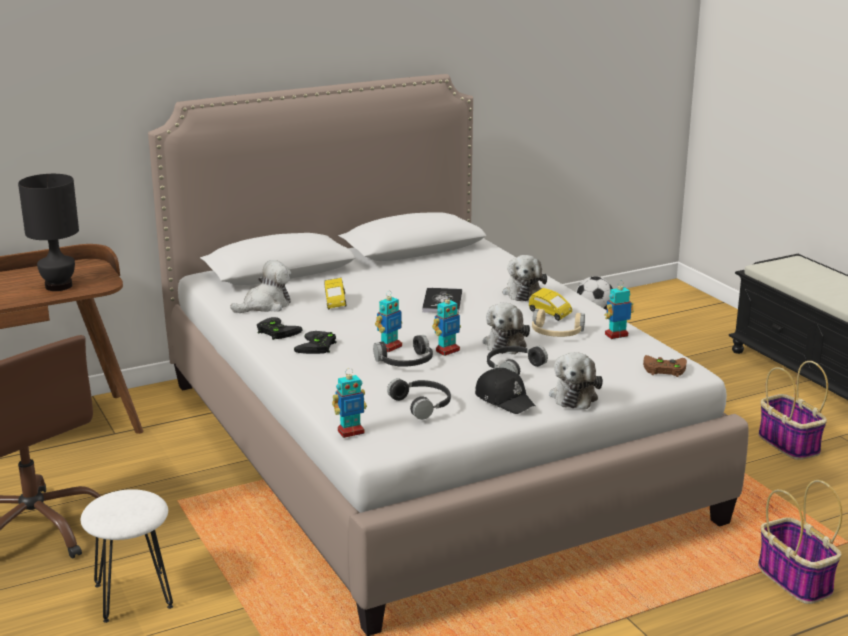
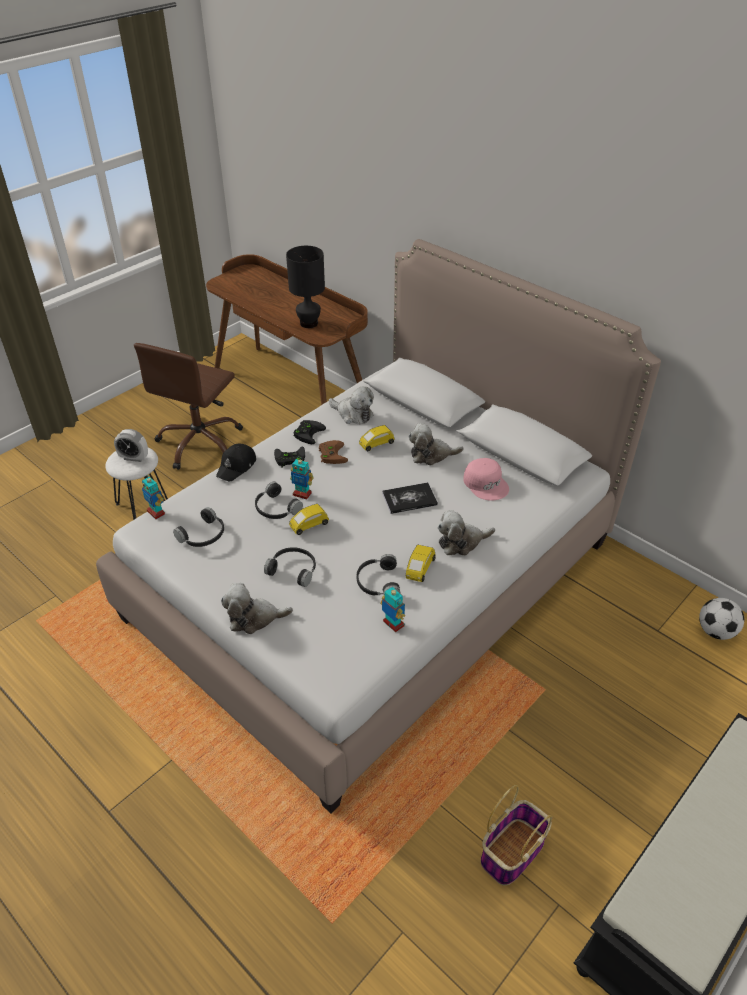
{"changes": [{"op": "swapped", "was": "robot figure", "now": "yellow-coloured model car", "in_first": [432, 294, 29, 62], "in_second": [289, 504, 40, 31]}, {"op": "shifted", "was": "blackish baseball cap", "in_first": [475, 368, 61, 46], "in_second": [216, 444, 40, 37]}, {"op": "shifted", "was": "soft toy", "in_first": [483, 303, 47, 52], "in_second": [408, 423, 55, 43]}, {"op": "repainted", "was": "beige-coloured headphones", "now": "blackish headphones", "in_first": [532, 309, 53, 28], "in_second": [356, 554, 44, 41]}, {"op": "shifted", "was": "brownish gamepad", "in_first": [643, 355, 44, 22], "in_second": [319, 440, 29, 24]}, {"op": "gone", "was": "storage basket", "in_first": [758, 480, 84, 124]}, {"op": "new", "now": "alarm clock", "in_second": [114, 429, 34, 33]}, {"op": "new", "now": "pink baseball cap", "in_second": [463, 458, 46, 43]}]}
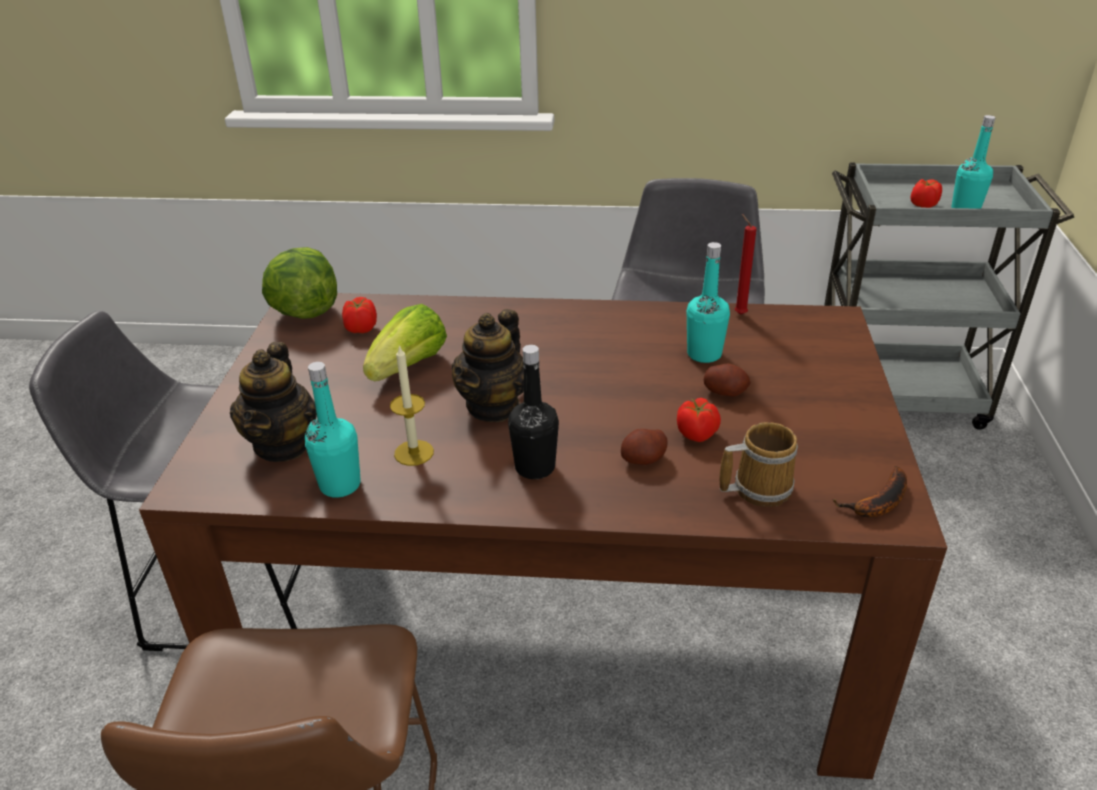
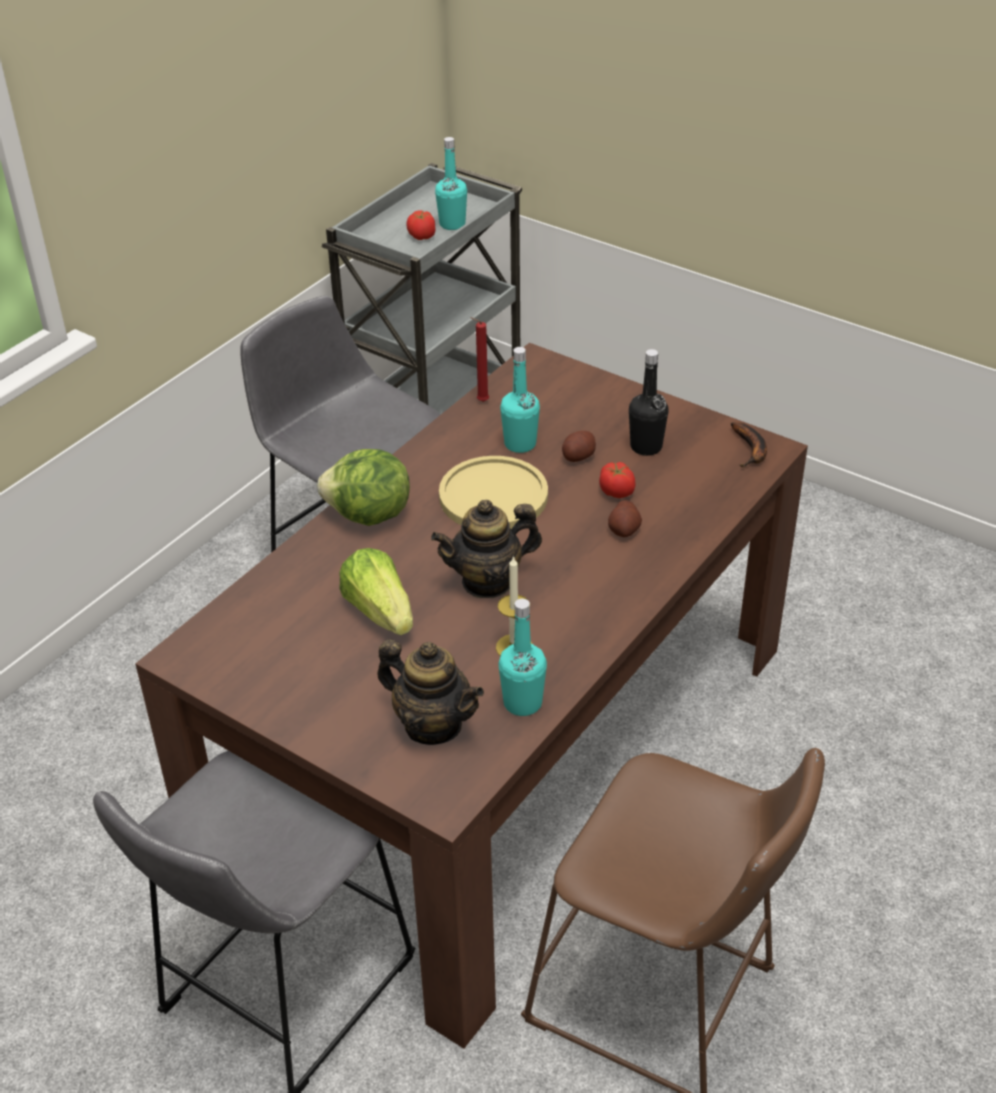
{"changes": [{"op": "shifted", "was": "lettuce", "in_first": [262, 247, 75, 72], "in_second": [317, 449, 93, 77]}, {"op": "gone", "was": "whole tomato", "in_first": [342, 297, 35, 36]}, {"op": "rotated", "was": "tea pot", "in_first": [452, 309, 72, 113], "in_second": [431, 500, 111, 98], "clockwise": 105}, {"op": "shifted", "was": "blackish bottle", "in_first": [508, 345, 51, 134], "in_second": [629, 349, 40, 107]}, {"op": "gone", "was": "tea mug", "in_first": [720, 422, 78, 85]}, {"op": "new", "now": "yellow-coloured flat dish", "in_second": [439, 456, 109, 73]}]}
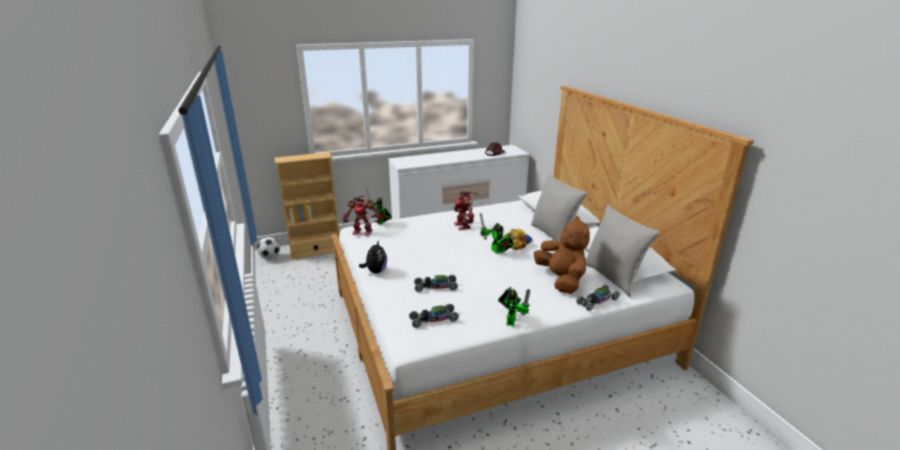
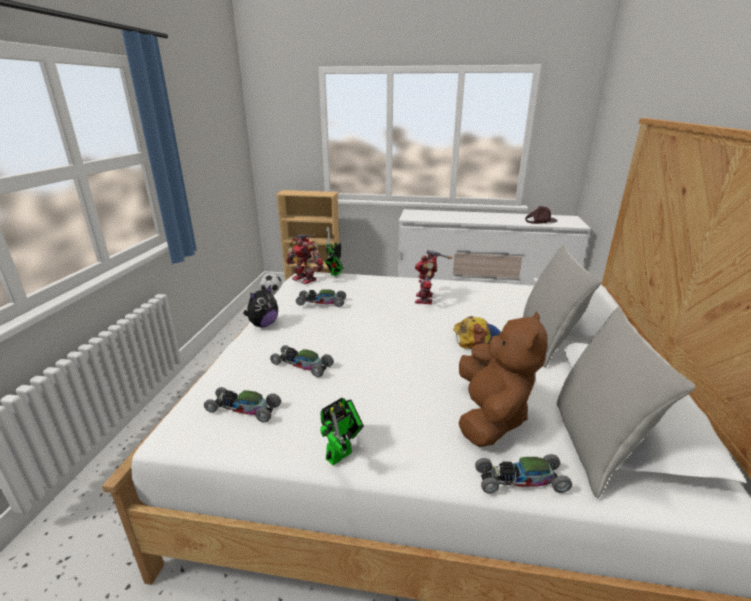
{"changes": [{"op": "gone", "was": "robot figure", "in_first": [480, 212, 34, 42]}, {"op": "new", "now": "model car", "in_second": [296, 289, 50, 18]}]}
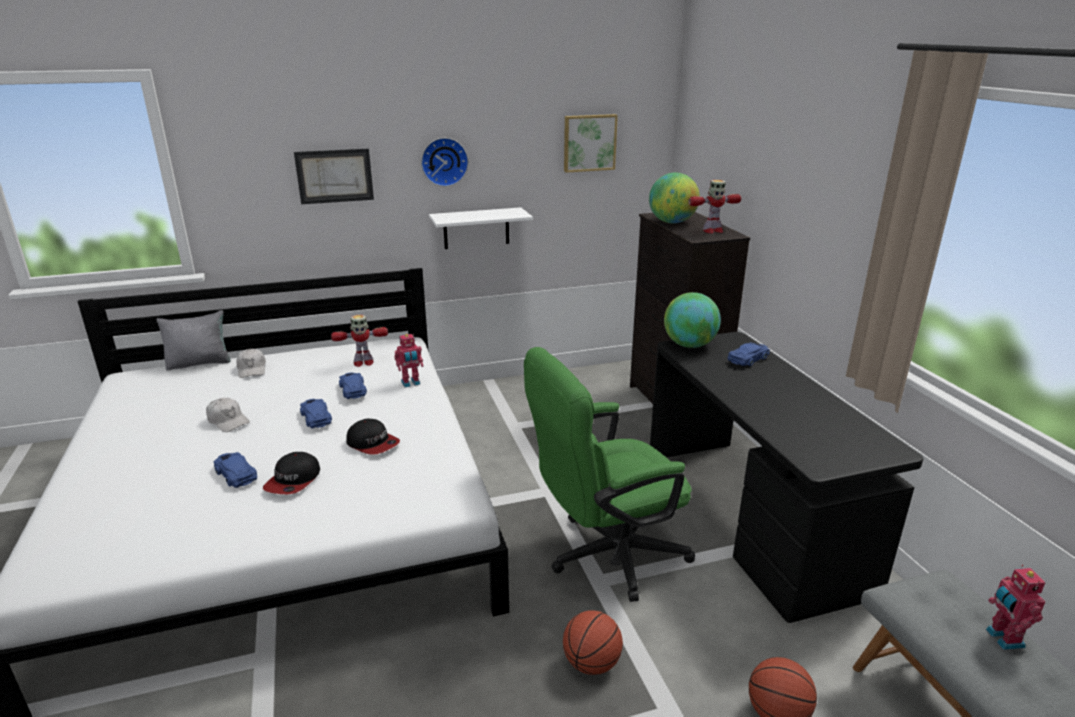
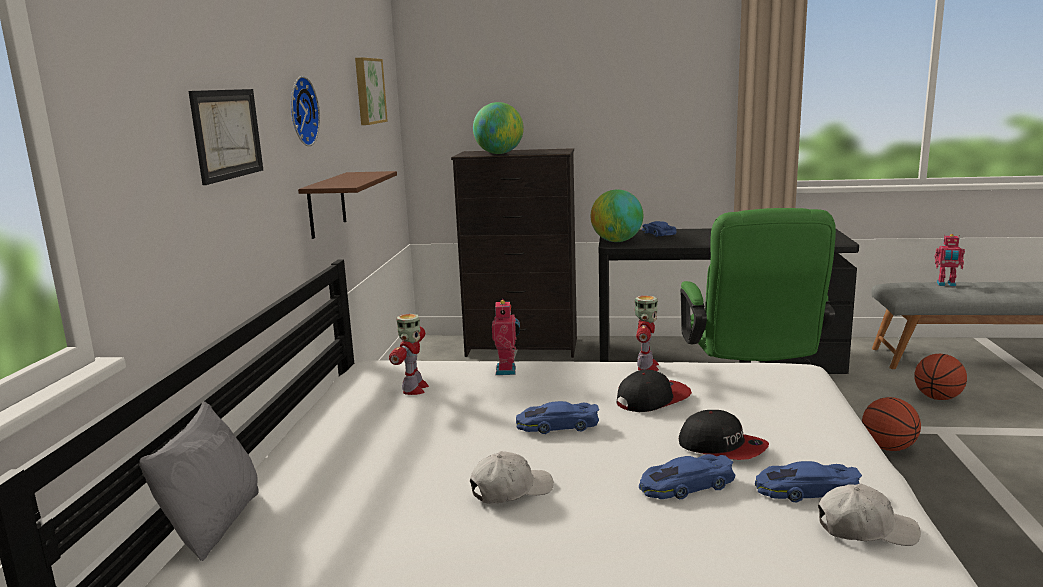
{"changes": [{"op": "shifted", "was": "whitish baseball cap", "in_first": [236, 349, 30, 29], "in_second": [818, 484, 103, 62]}, {"op": "shifted", "was": "blue-coloured model car", "in_first": [339, 373, 28, 26], "in_second": [755, 461, 107, 41]}, {"op": "repainted", "was": "whitish bracket shelf", "now": "brownish bracket shelf", "in_first": [429, 207, 104, 42], "in_second": [298, 171, 99, 68]}, {"op": "shifted", "was": "robot figure", "in_first": [688, 180, 53, 53], "in_second": [635, 295, 24, 76]}]}
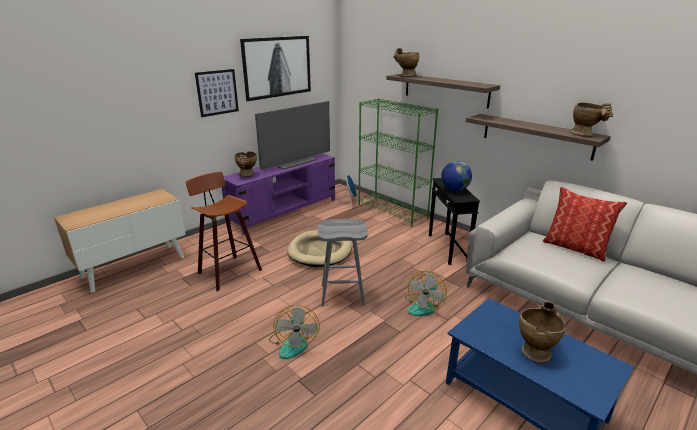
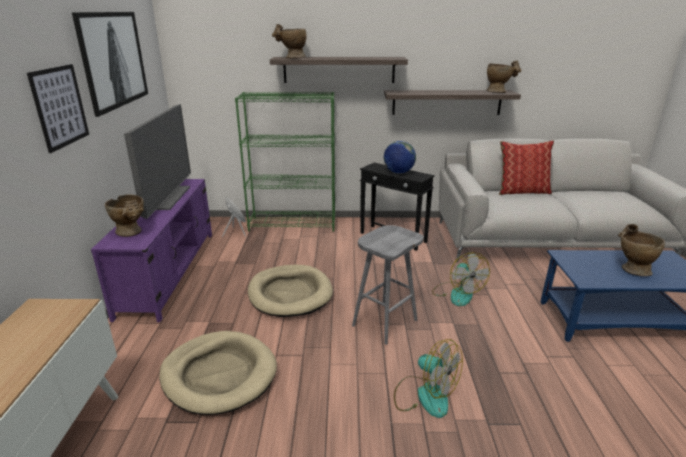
{"changes": [{"op": "swapped", "was": "stool", "now": "beige-coloured dog bed", "in_first": [186, 172, 76, 119], "in_second": [159, 331, 118, 84]}]}
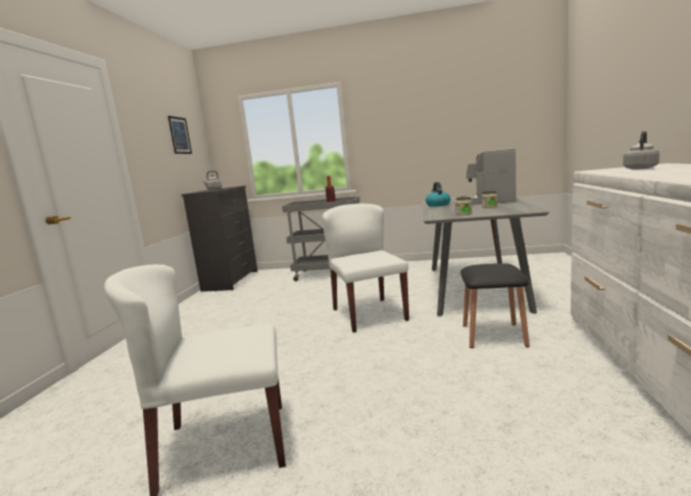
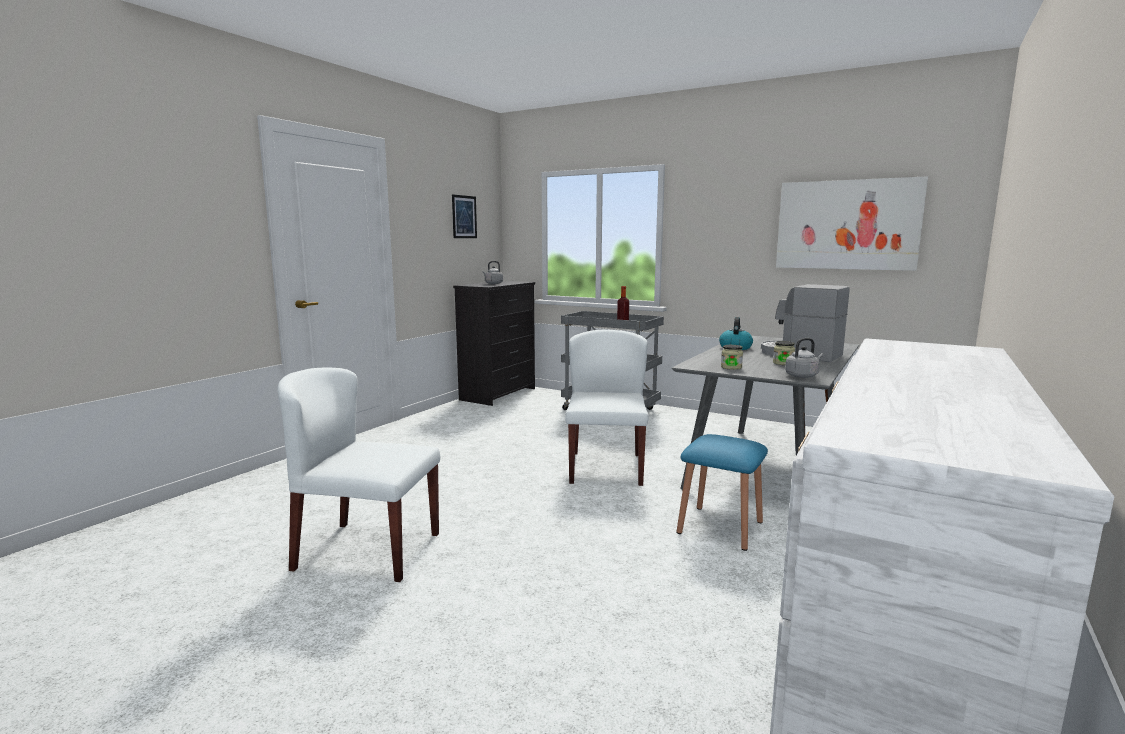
{"changes": [{"op": "repainted", "was": "blackish stool", "now": "blue-coloured stool", "in_first": [461, 263, 69, 85], "in_second": [676, 434, 92, 117]}, {"op": "shifted", "was": "gray kettle", "in_first": [623, 131, 37, 39], "in_second": [785, 338, 39, 40]}, {"op": "new", "now": "wall picture", "in_second": [776, 176, 152, 95]}]}
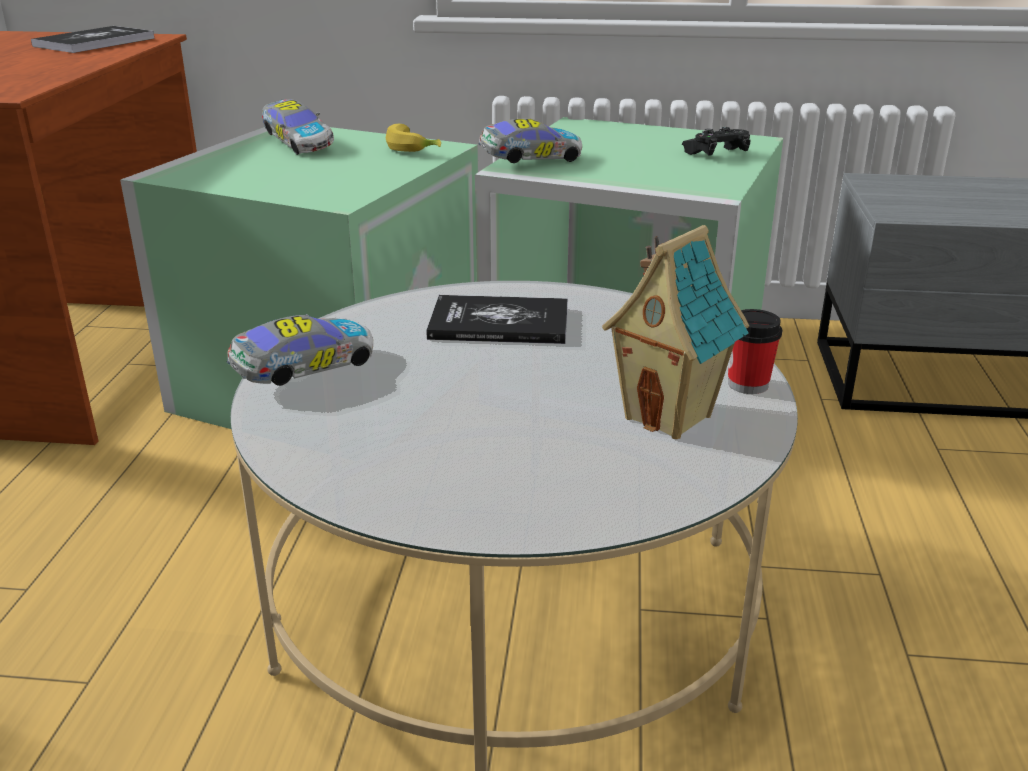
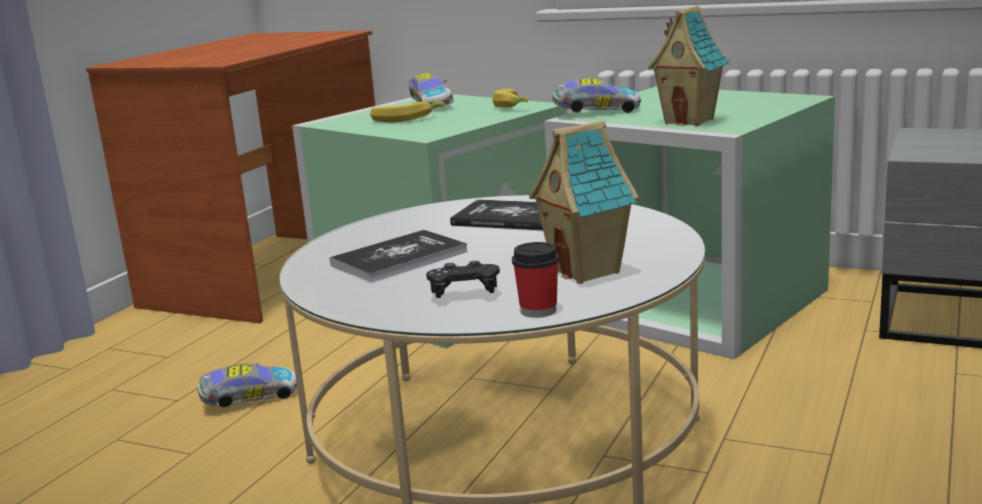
{"changes": [{"op": "shifted", "was": "bound book", "in_first": [31, 26, 124, 27], "in_second": [330, 230, 138, 52]}, {"op": "shifted", "was": "model car", "in_first": [227, 314, 146, 72], "in_second": [198, 363, 99, 45]}, {"op": "shifted", "was": "blackish gamepad", "in_first": [682, 127, 69, 28], "in_second": [426, 261, 74, 37]}, {"op": "shifted", "was": "drinking cup", "in_first": [728, 309, 54, 85], "in_second": [512, 242, 47, 76]}, {"op": "new", "now": "whole banana", "in_second": [370, 102, 75, 21]}, {"op": "new", "now": "toy house", "in_second": [648, 5, 81, 121]}]}
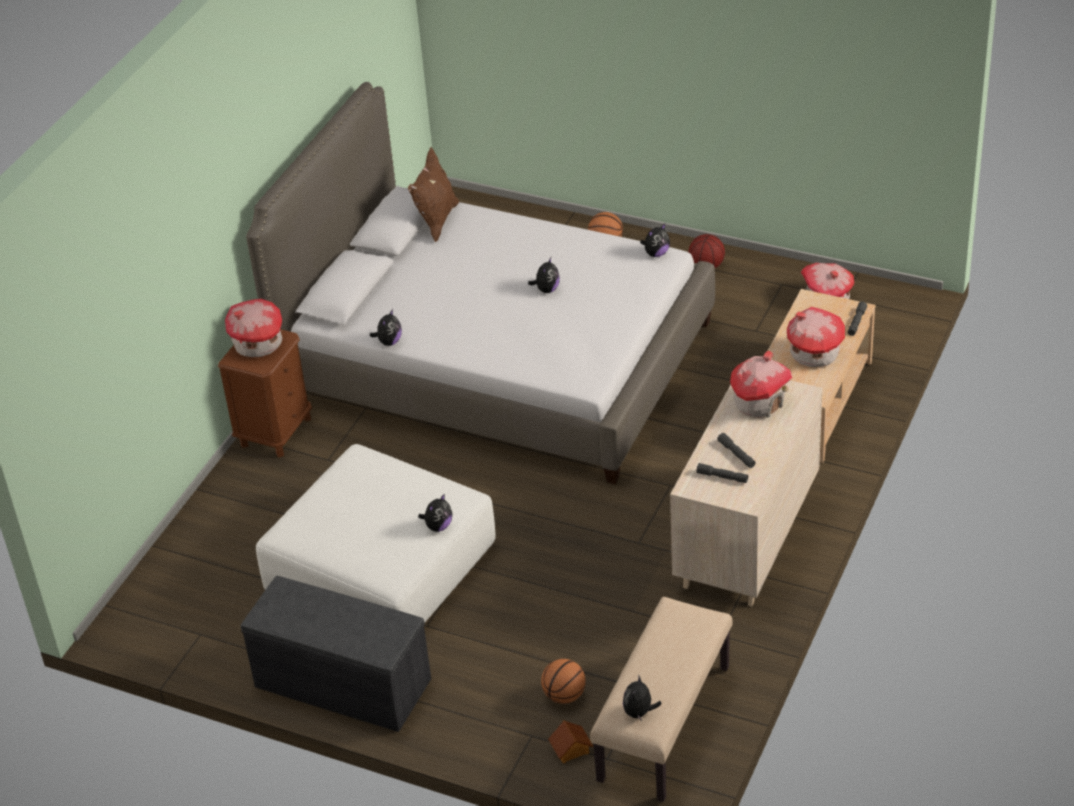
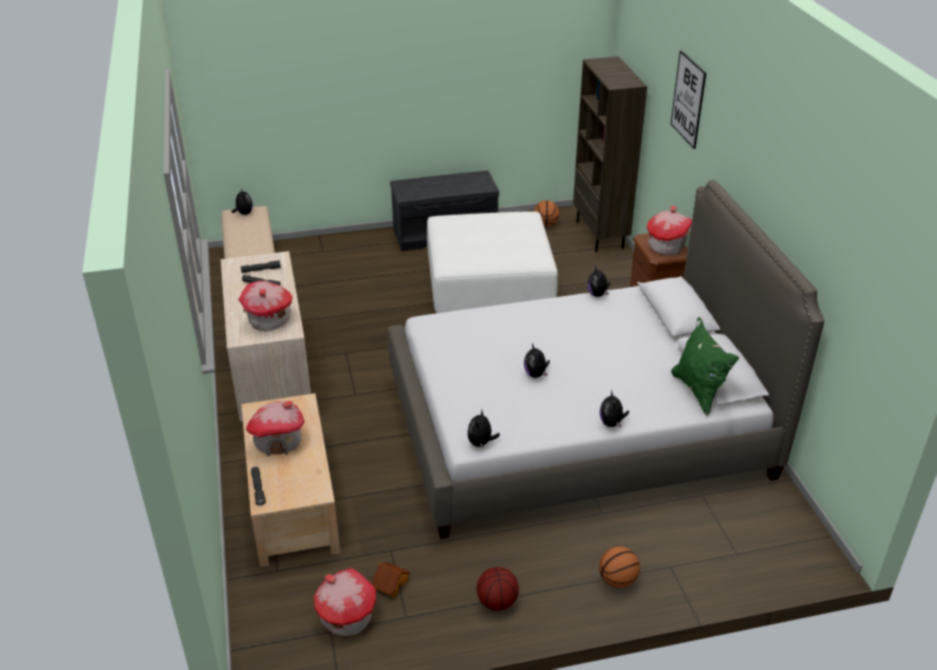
{"changes": [{"op": "repainted", "was": "brownish cushion", "now": "green-coloured cushion", "in_first": [408, 147, 51, 95], "in_second": [671, 317, 68, 99]}, {"op": "shifted", "was": "soft toy", "in_first": [418, 493, 35, 39], "in_second": [600, 390, 29, 37]}, {"op": "shifted", "was": "basketball ball", "in_first": [541, 659, 45, 45], "in_second": [534, 200, 25, 27]}, {"op": "shifted", "was": "toy house", "in_first": [548, 720, 45, 43], "in_second": [372, 563, 38, 35]}, {"op": "new", "now": "brownish bookcase", "in_second": [573, 56, 74, 196]}, {"op": "new", "now": "wall picture", "in_second": [671, 50, 35, 99]}]}
